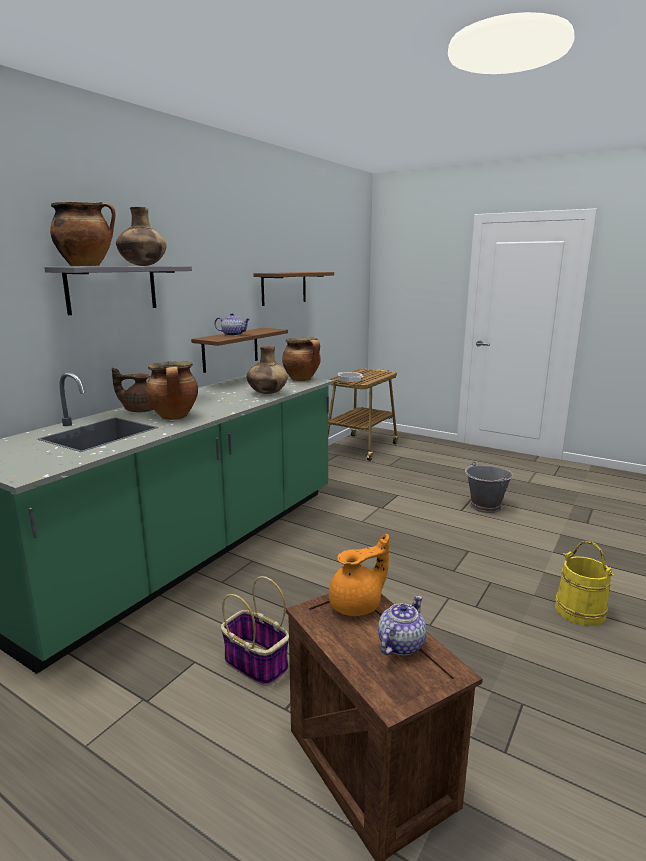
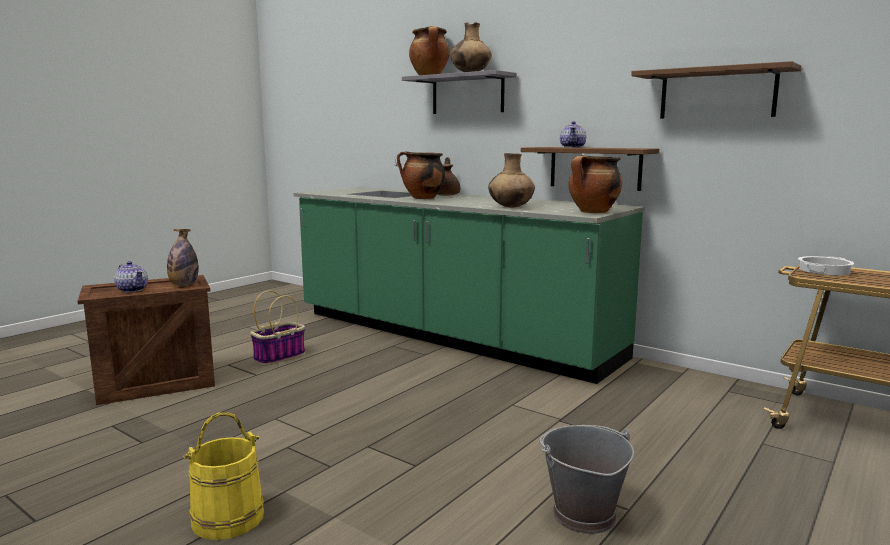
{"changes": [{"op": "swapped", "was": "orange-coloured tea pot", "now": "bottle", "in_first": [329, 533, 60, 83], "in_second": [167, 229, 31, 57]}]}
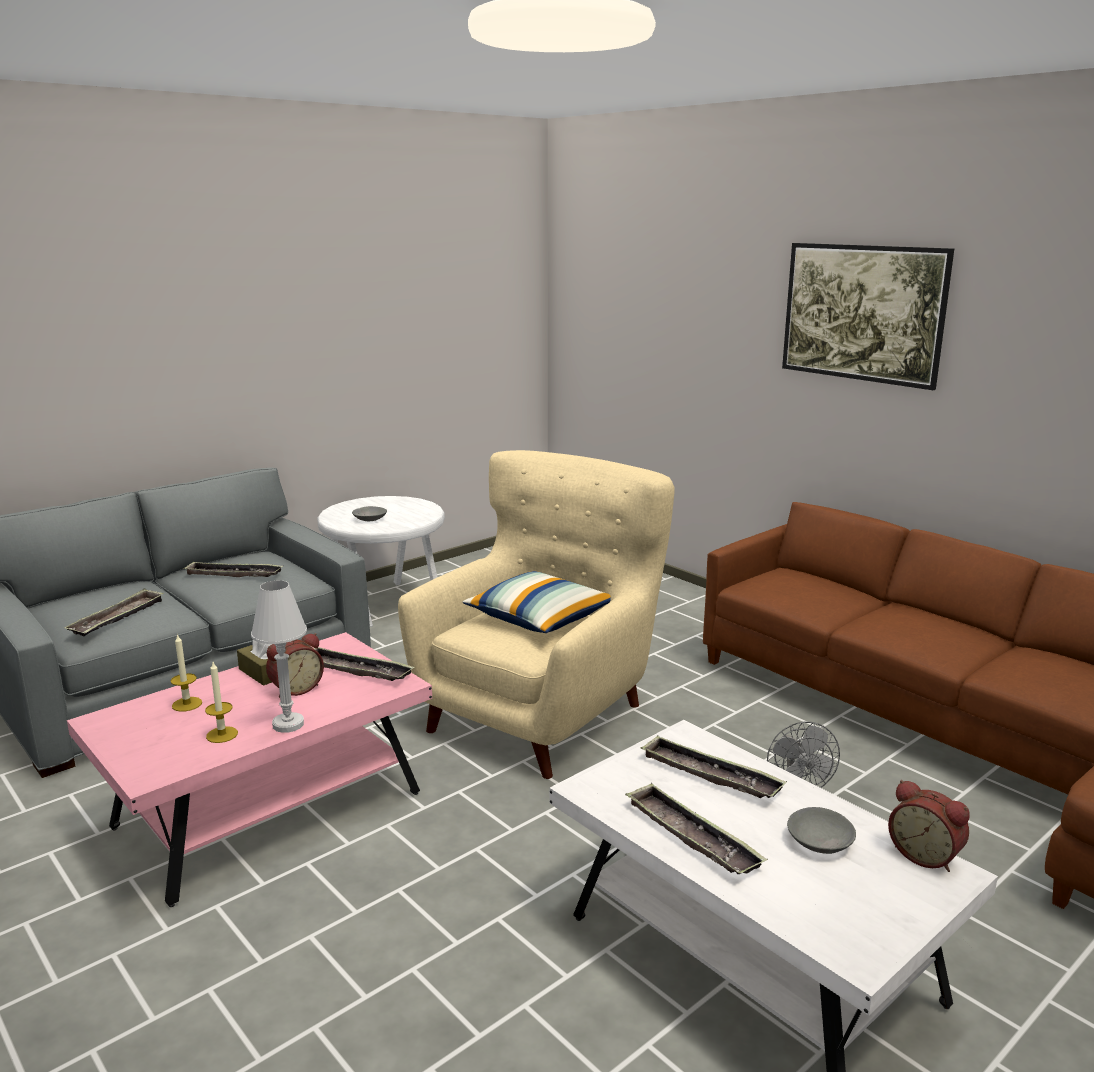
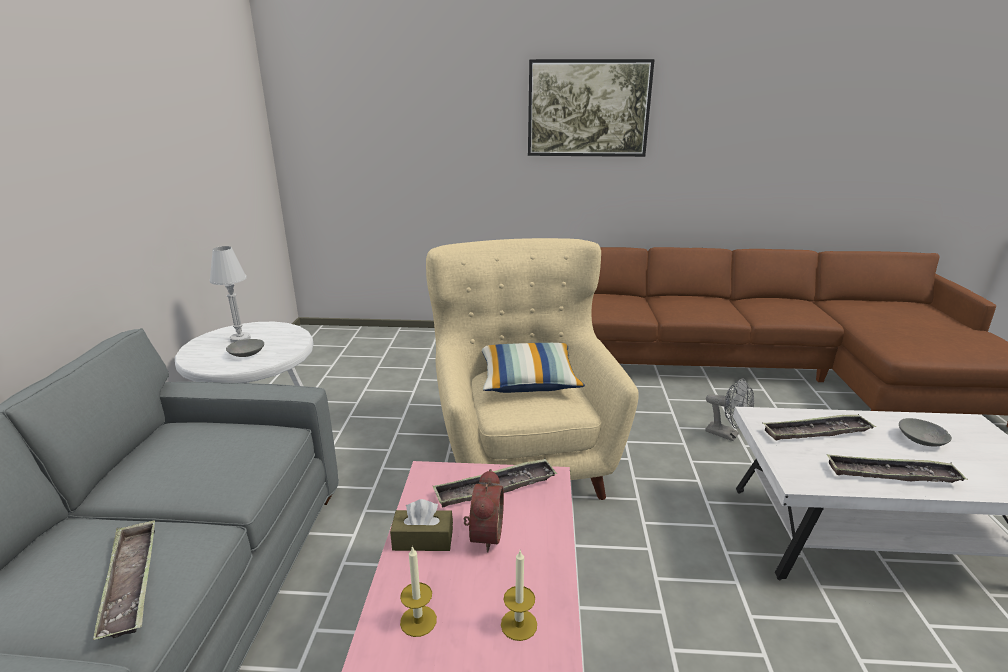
{"changes": [{"op": "gone", "was": "carrying tray", "in_first": [183, 562, 100, 15]}, {"op": "shifted", "was": "whitish table lamp", "in_first": [251, 580, 56, 153], "in_second": [210, 246, 41, 97]}, {"op": "gone", "was": "alarm clock", "in_first": [888, 780, 82, 92]}]}
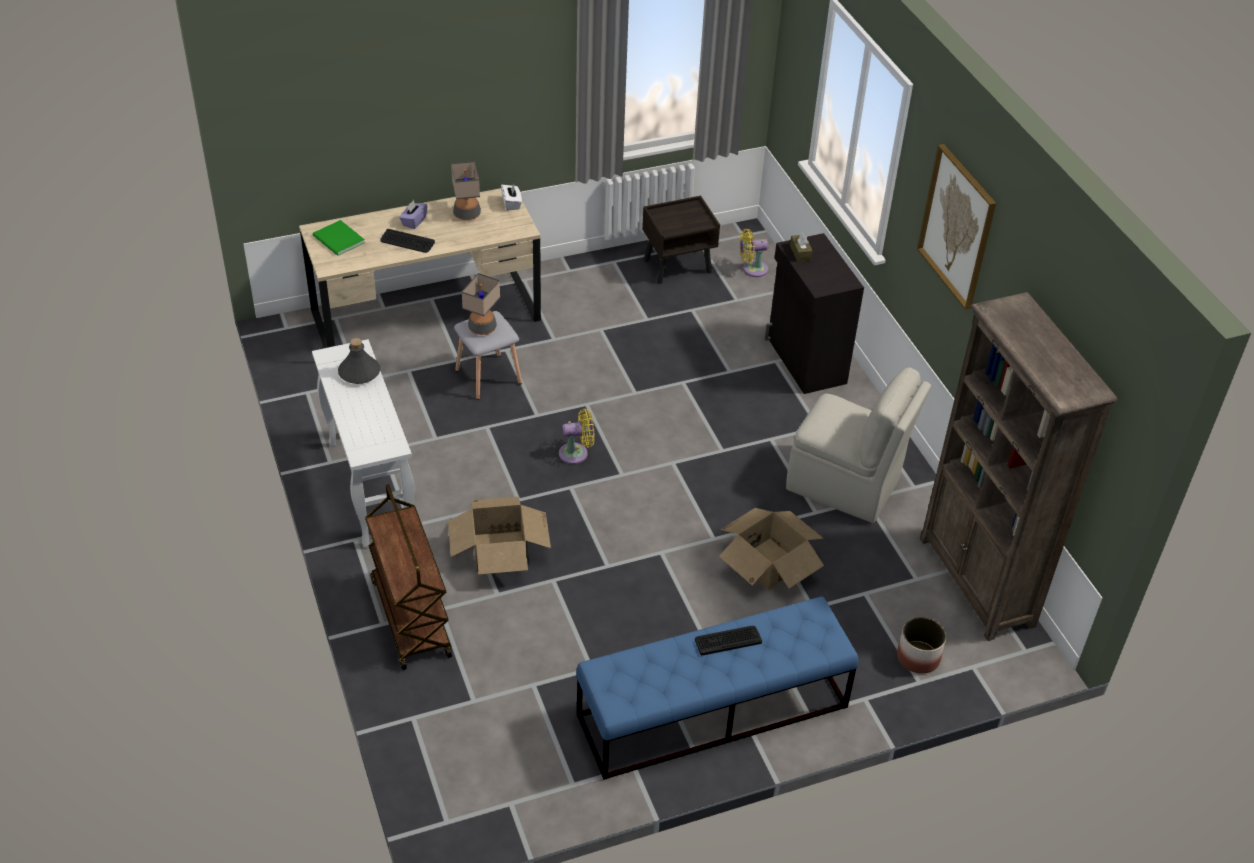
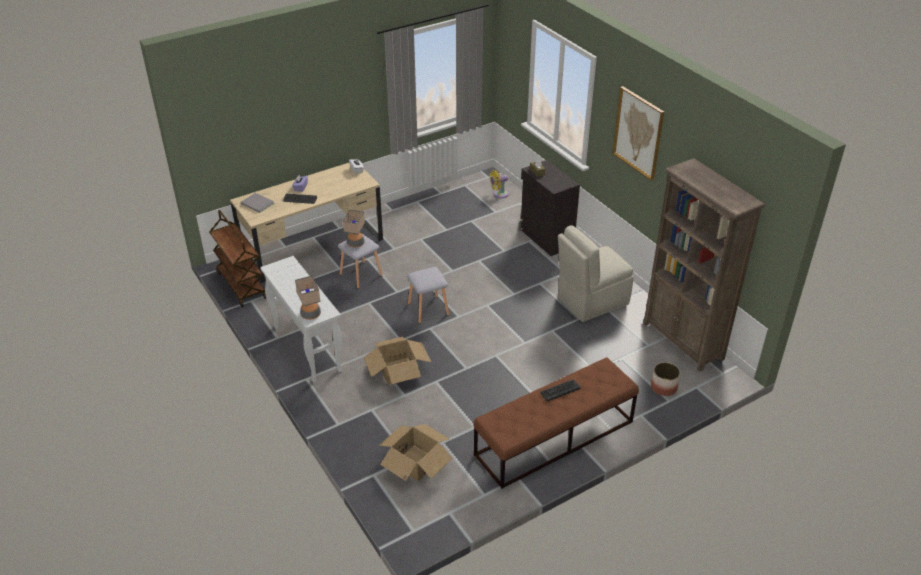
{"changes": [{"op": "repainted", "was": "green-coloured bound book", "now": "gray bound book", "in_first": [313, 220, 52, 36], "in_second": [240, 193, 34, 20]}, {"op": "gone", "was": "gray bottle", "in_first": [338, 338, 42, 46]}, {"op": "shifted", "was": "brownish cart", "in_first": [365, 484, 87, 186], "in_second": [209, 210, 57, 97]}, {"op": "shifted", "was": "table lamp", "in_first": [451, 161, 30, 59], "in_second": [295, 276, 26, 44]}, {"op": "swapped", "was": "yellow-coloured electric fan", "now": "gray stool", "in_first": [559, 408, 36, 56], "in_second": [407, 267, 42, 56]}, {"op": "repainted", "was": "blue-coloured long seat", "now": "brownish long seat", "in_first": [576, 597, 283, 183], "in_second": [474, 357, 165, 132]}, {"op": "gone", "was": "brownish nightstand", "in_first": [642, 196, 78, 88]}, {"op": "shifted", "was": "cardboard box", "in_first": [719, 508, 105, 82], "in_second": [379, 424, 73, 57]}, {"op": "rotated", "was": "beige-coloured plain chair", "in_first": [786, 368, 145, 155], "in_second": [558, 225, 76, 97], "clockwise": 135}]}
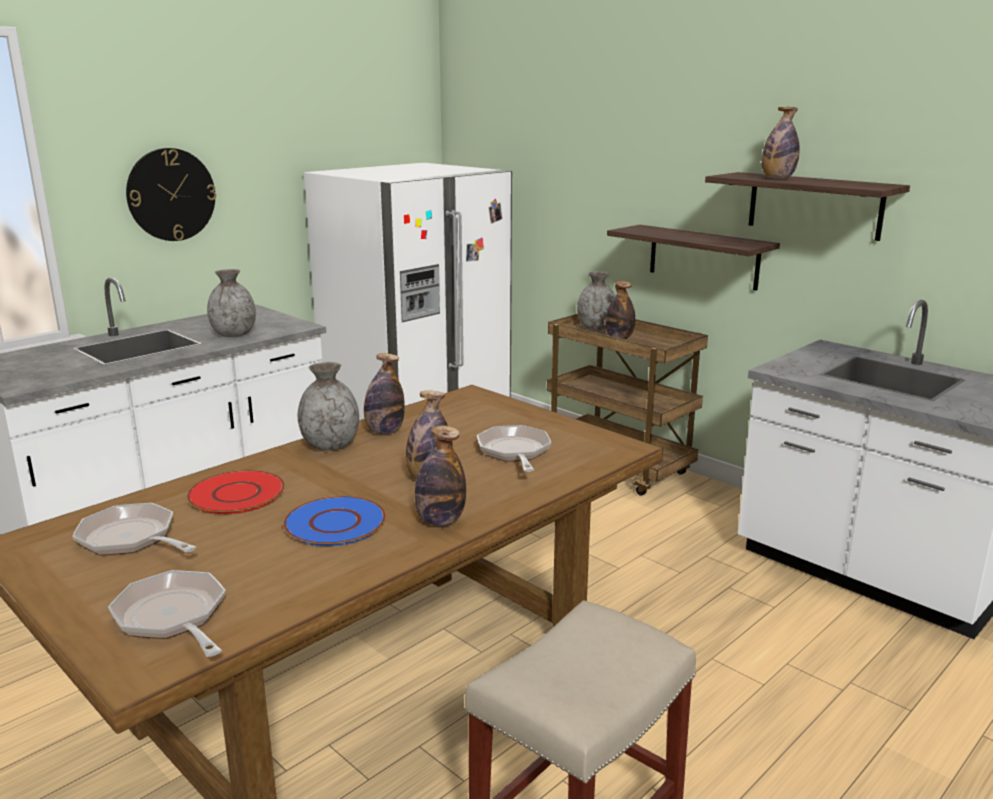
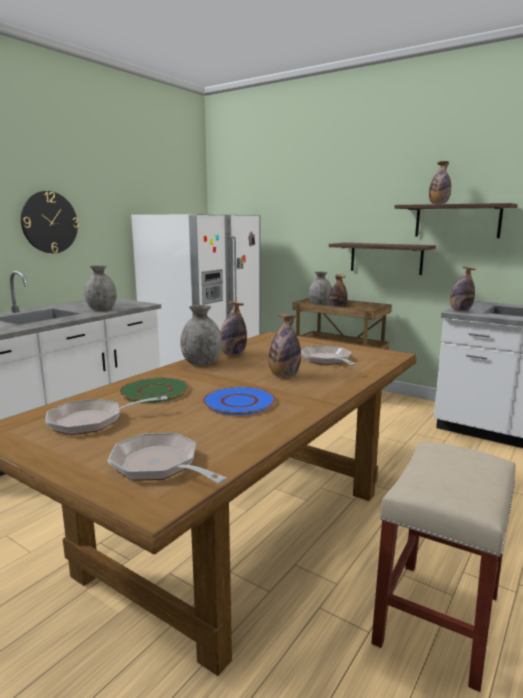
{"changes": [{"op": "rotated", "was": "skillet", "in_first": [72, 503, 124, 53], "in_second": [45, 396, 123, 39], "clockwise": -45}, {"op": "repainted", "was": "reddish flat dish", "now": "green-coloured flat dish", "in_first": [187, 470, 98, 44], "in_second": [119, 377, 71, 26]}, {"op": "shifted", "was": "bottle", "in_first": [415, 425, 51, 101], "in_second": [450, 267, 25, 44]}]}
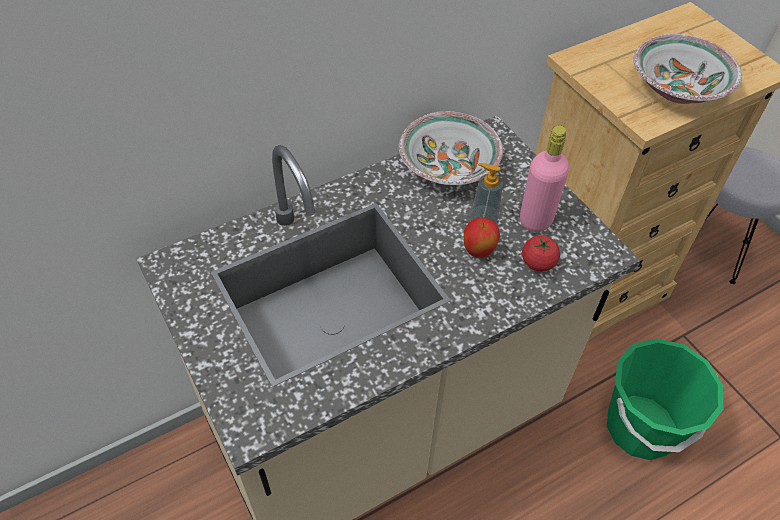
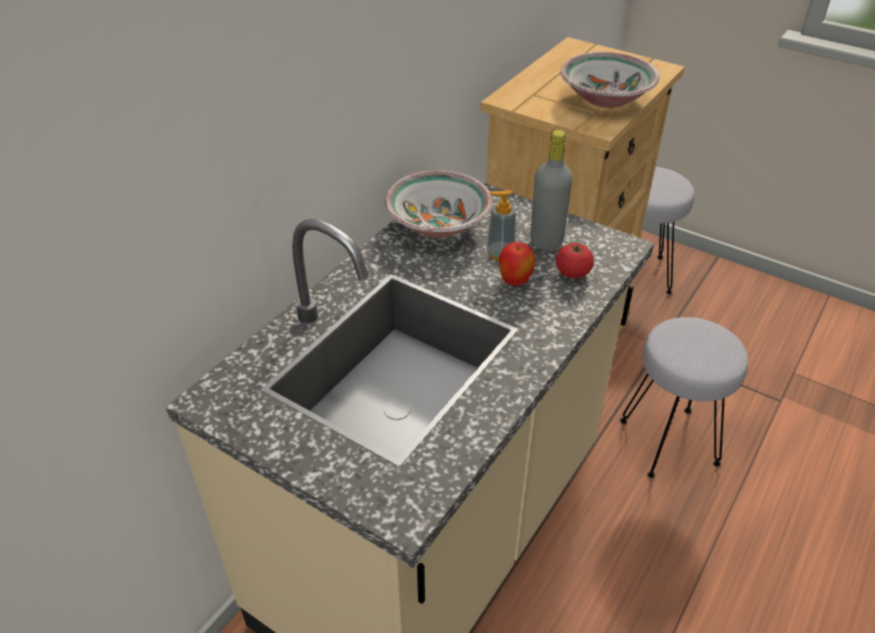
{"changes": [{"op": "repainted", "was": "pink bottle", "now": "gray bottle", "in_first": [520, 125, 49, 107], "in_second": [530, 130, 43, 121]}, {"op": "swapped", "was": "green-coloured pail", "now": "gray stool", "in_first": [607, 338, 116, 122], "in_second": [620, 317, 128, 161]}]}
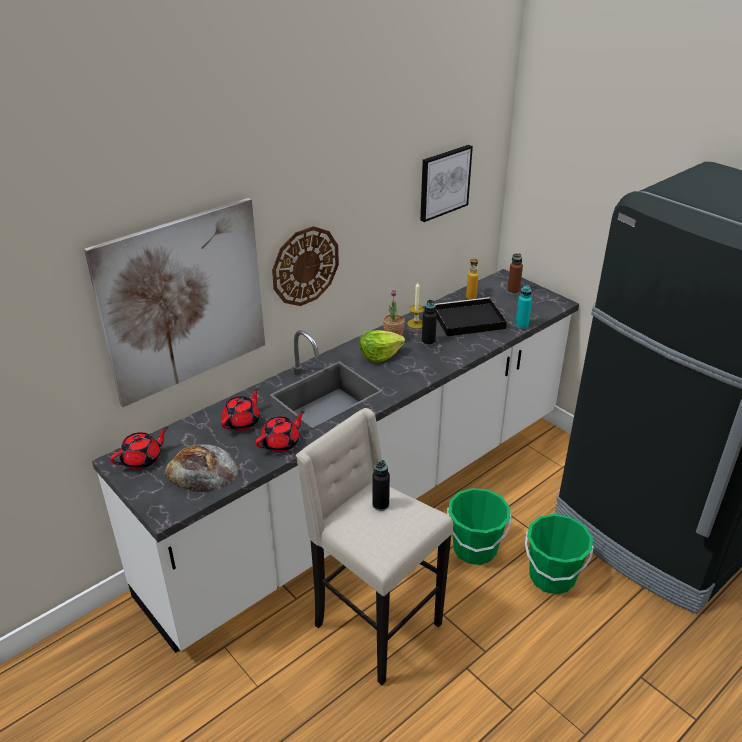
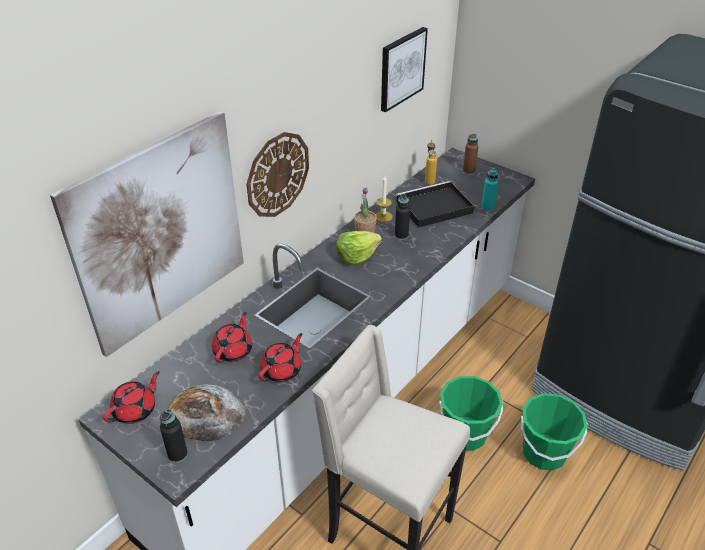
{"changes": [{"op": "shifted", "was": "blackish bottle", "in_first": [372, 460, 18, 51], "in_second": [160, 409, 28, 54]}]}
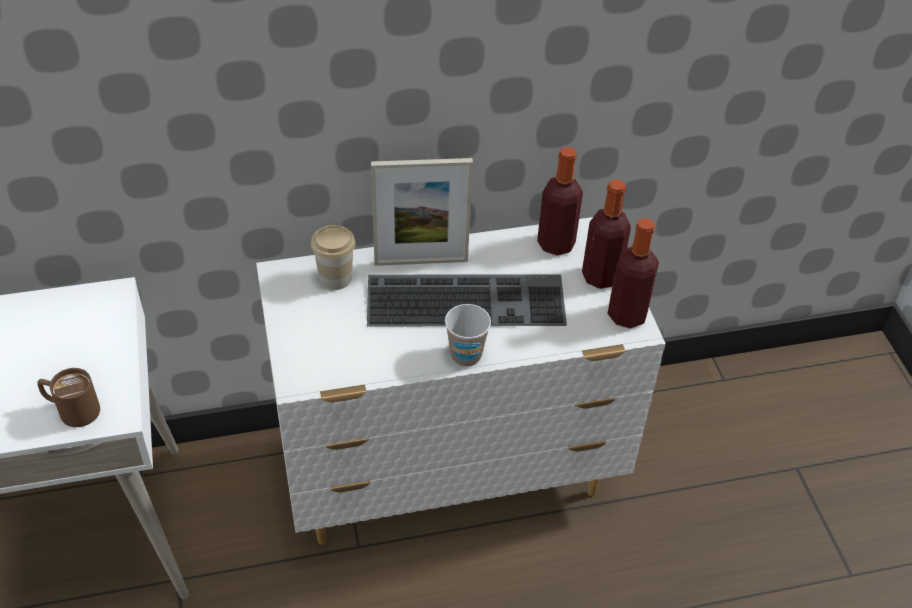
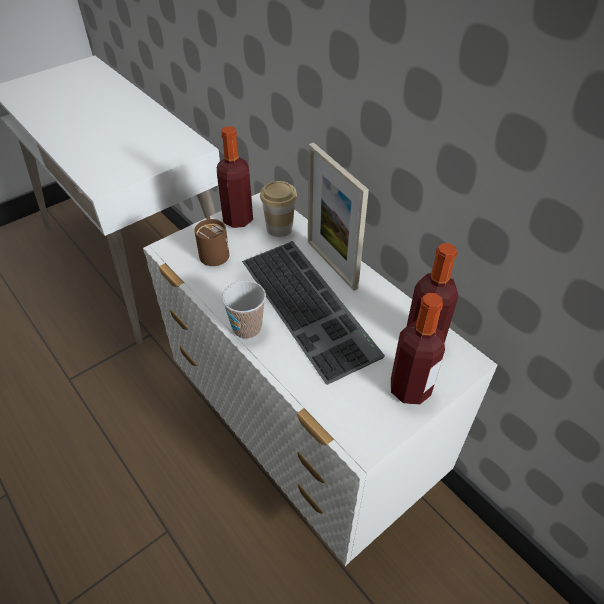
{"changes": [{"op": "shifted", "was": "brownish tea mug", "in_first": [37, 368, 63, 59], "in_second": [194, 216, 35, 50]}, {"op": "shifted", "was": "bottle", "in_first": [607, 218, 52, 111], "in_second": [217, 126, 36, 102]}]}
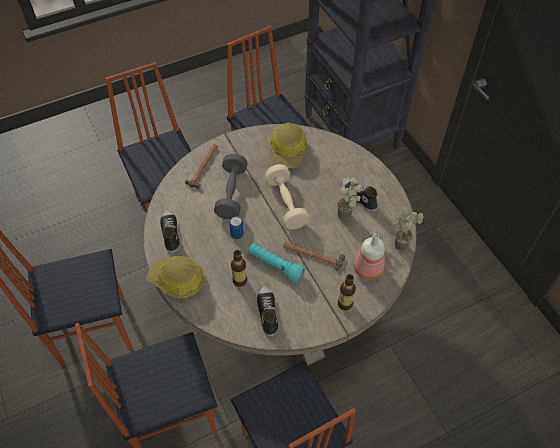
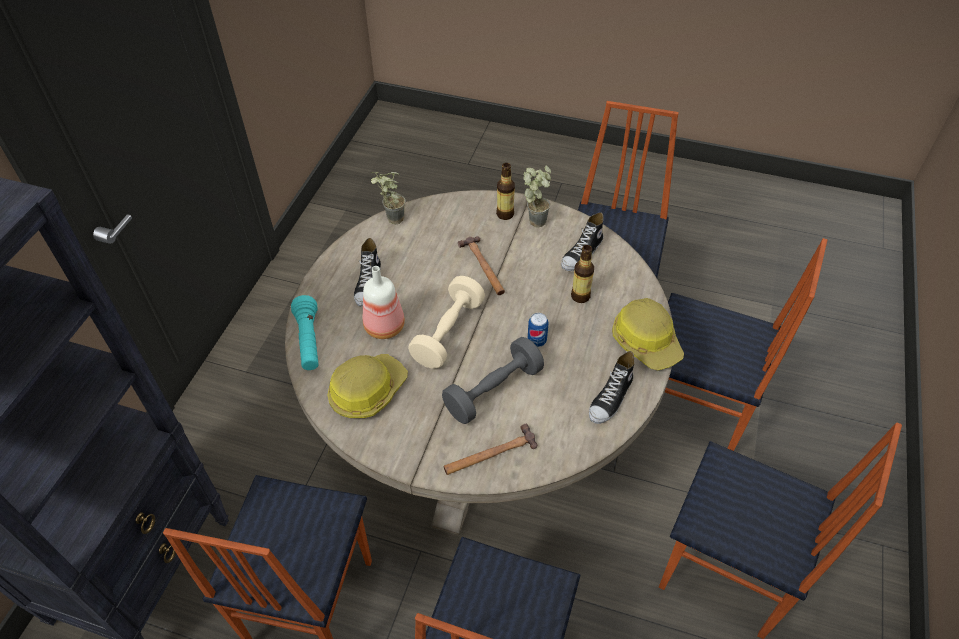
{"changes": [{"op": "shifted", "was": "turquoise flashlight", "in_first": [248, 243, 57, 40], "in_second": [291, 295, 28, 75]}, {"op": "shifted", "was": "plant in a pot", "in_first": [337, 176, 25, 44], "in_second": [523, 166, 28, 61]}, {"op": "shifted", "was": "bottle", "in_first": [354, 233, 31, 47], "in_second": [363, 266, 42, 73]}]}
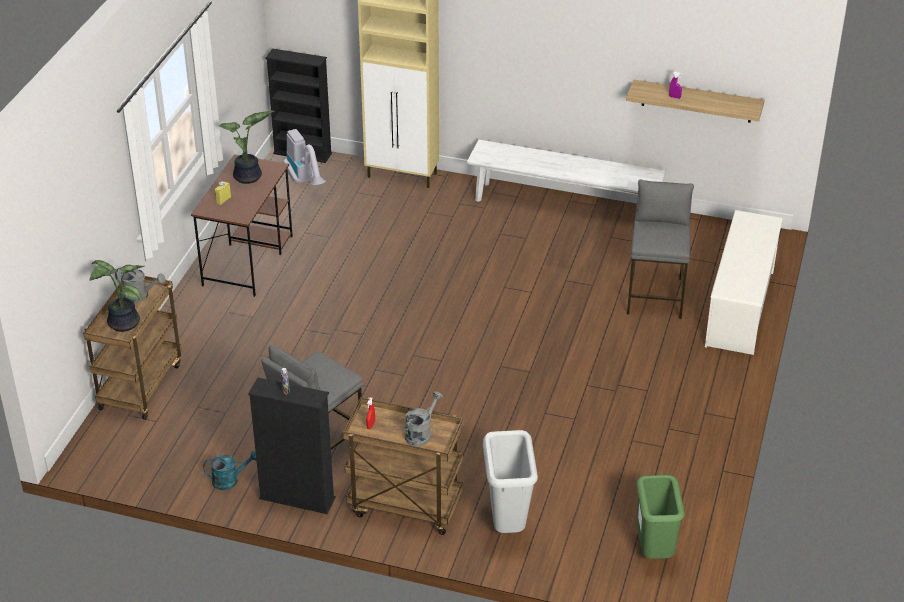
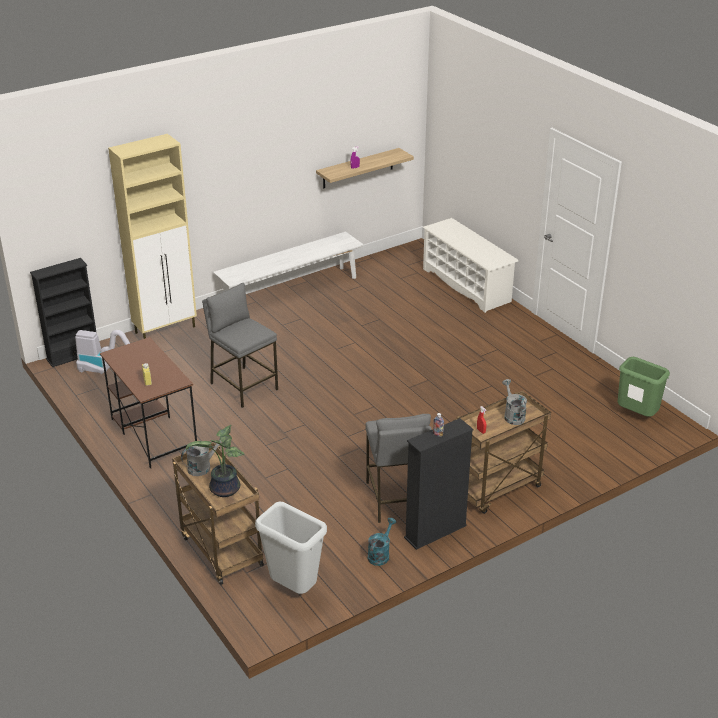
{"changes": [{"op": "gone", "was": "plant in a pot", "in_first": [219, 111, 56, 73]}, {"op": "shifted", "was": "gray rubbish bin", "in_first": [483, 430, 55, 103], "in_second": [255, 502, 72, 92]}, {"op": "shifted", "was": "gray stool", "in_first": [627, 180, 67, 139], "in_second": [202, 283, 76, 125]}]}
